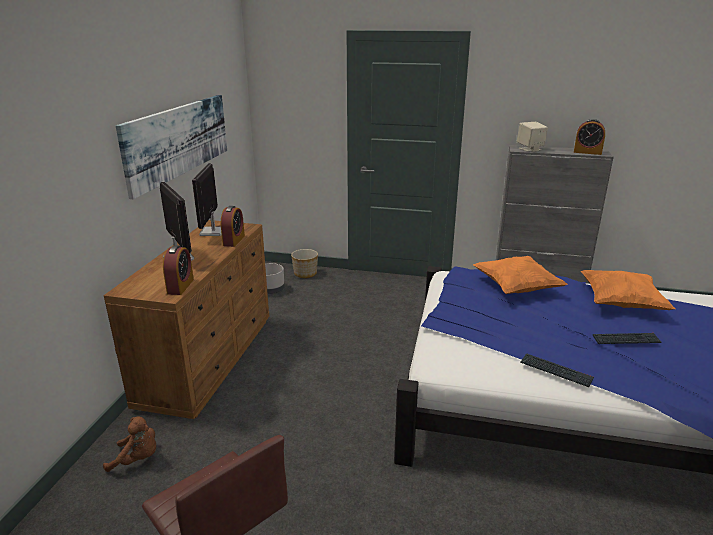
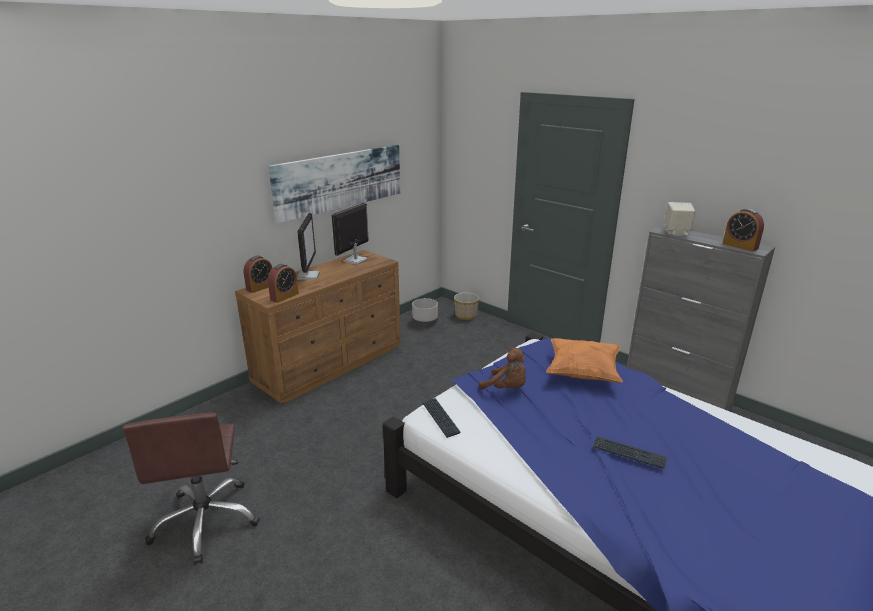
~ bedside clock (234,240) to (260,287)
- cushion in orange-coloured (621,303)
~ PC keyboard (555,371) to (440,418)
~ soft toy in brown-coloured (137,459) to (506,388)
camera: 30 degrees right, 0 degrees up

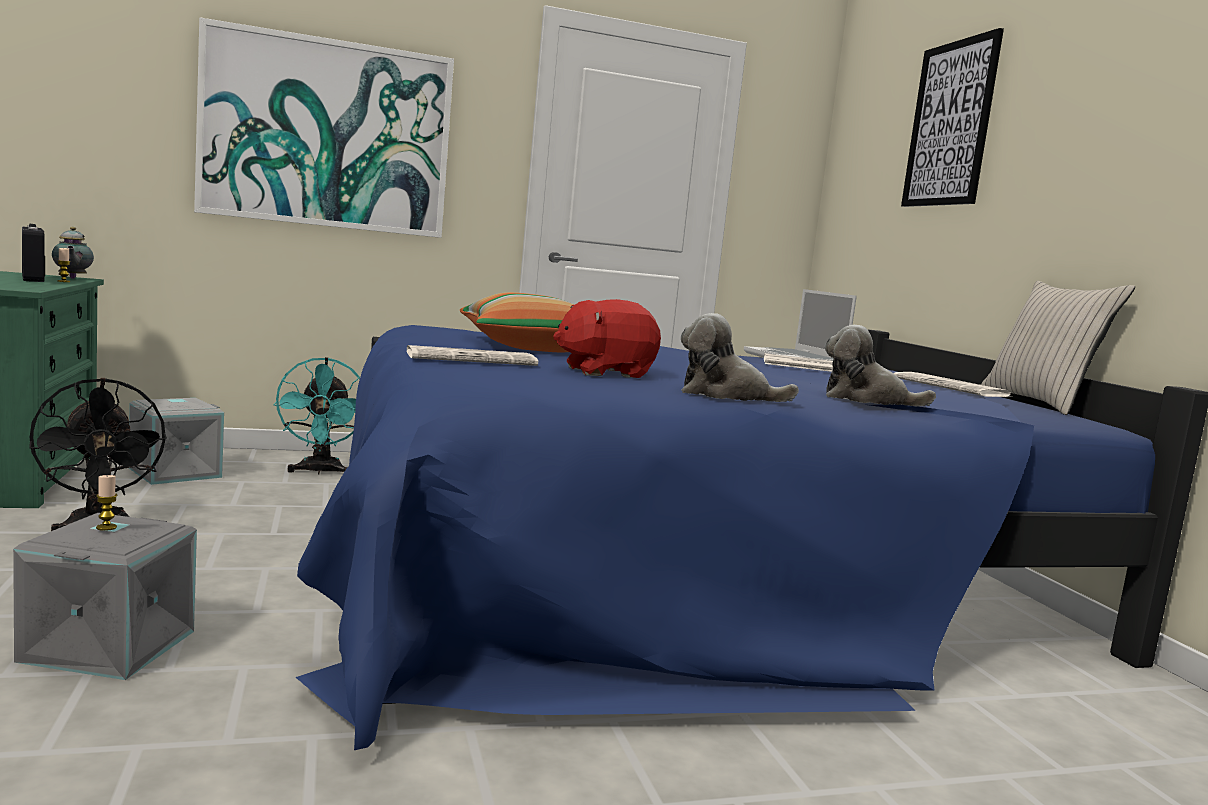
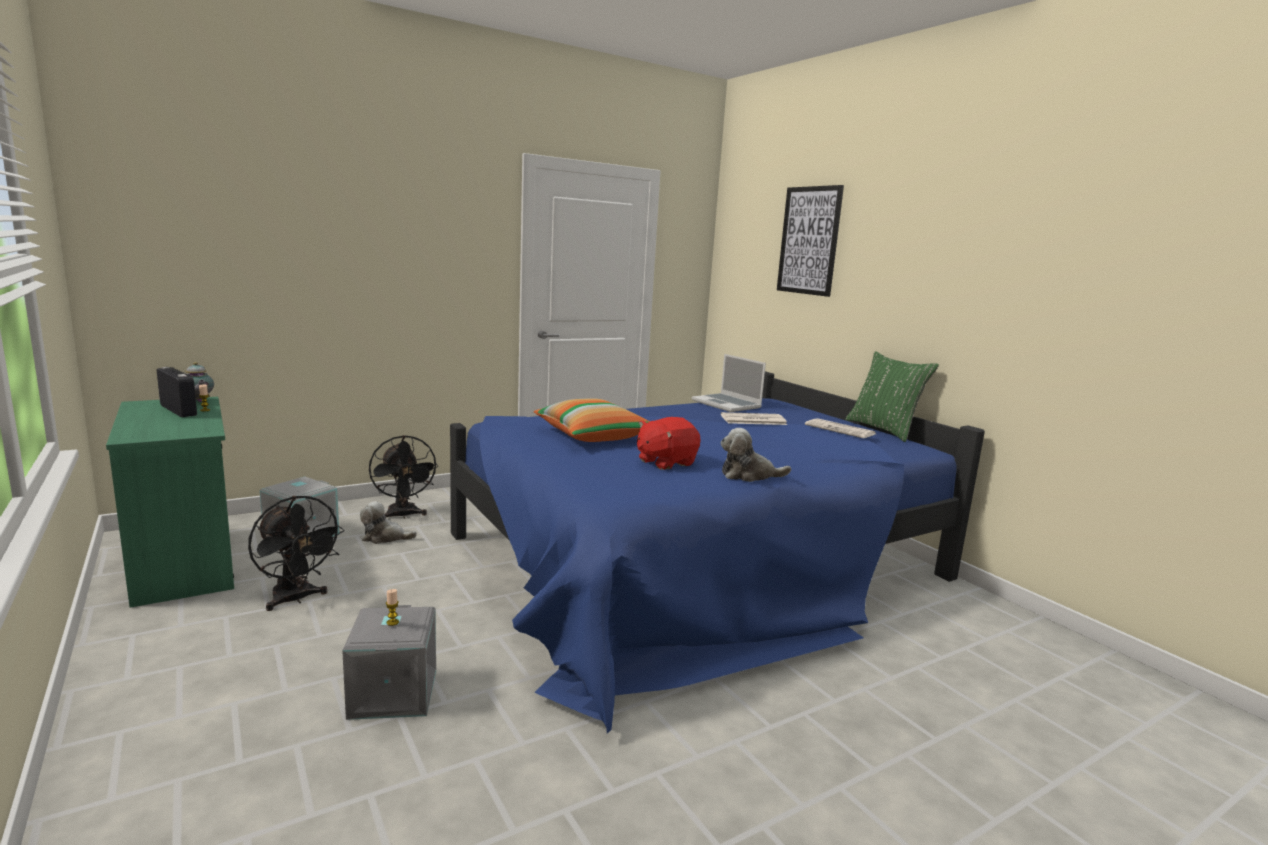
- wall art (327,134)
~ cushion in beige-coloured (1039,403) to cushion in greenish (884,430)
~ soft toy (866,400) to (385,537)
- printed paper (472,359)
~ electric fan in turquoise (319,472) to electric fan in blackish (403,515)
camera: 15 degrees left, 5 degrees up

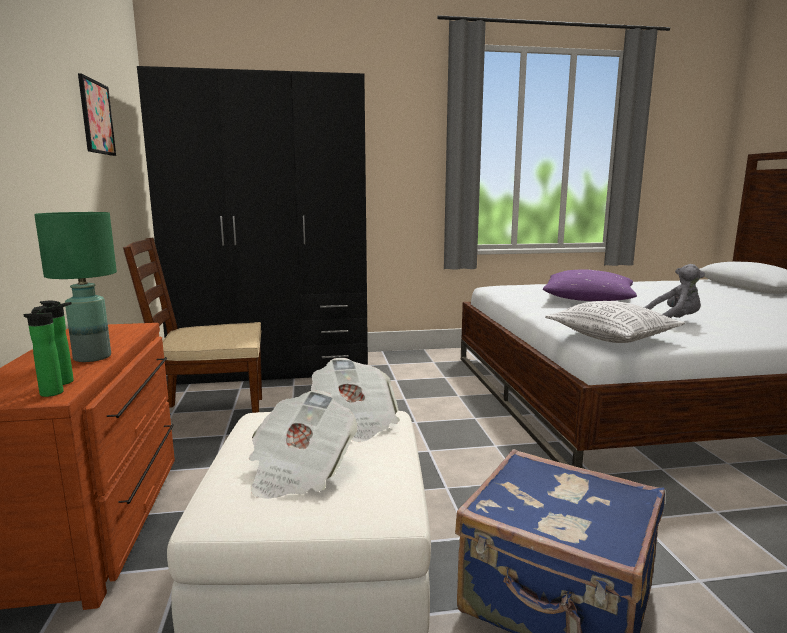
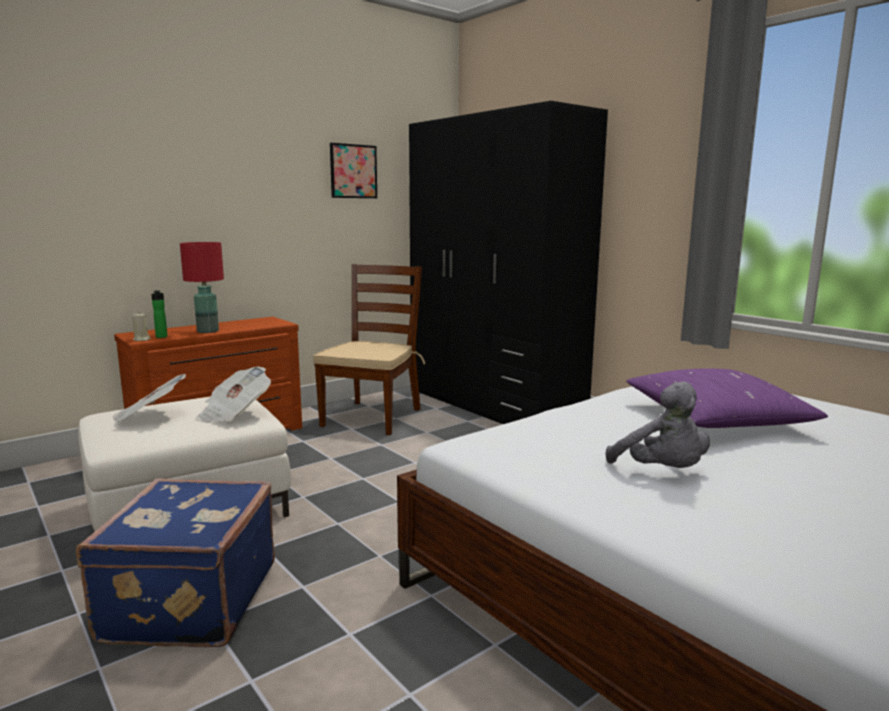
~ table lamp in greenish (93,357) to table lamp in red (208,331)
~ upright chair in brown-coloured (210,418) = (372,417) 60 degrees clockwise
- cushion (612,337)
~ drink bottle (50,394) to candle in beige-coloured (142,339)
camera: 60 degrees right, 0 degrees up

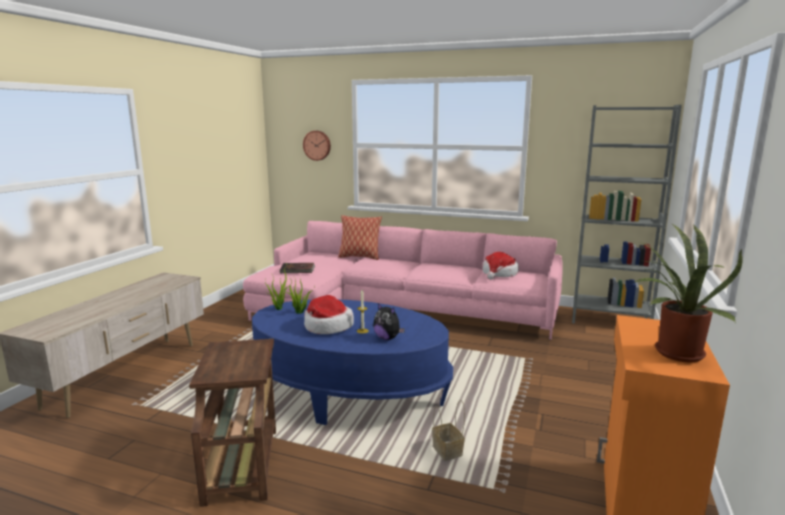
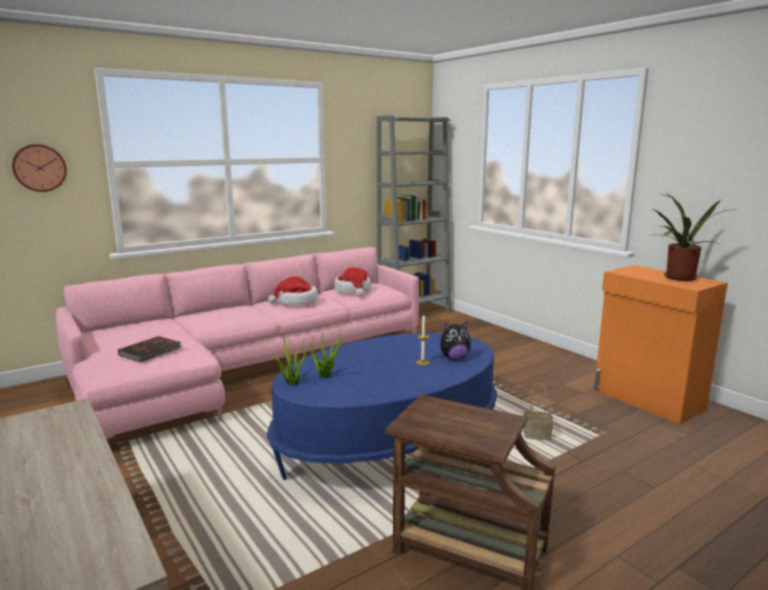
- cushion (359,257)
~ wearable hat (327,326) to (296,302)
camera: 55 degrees left, 0 degrees up

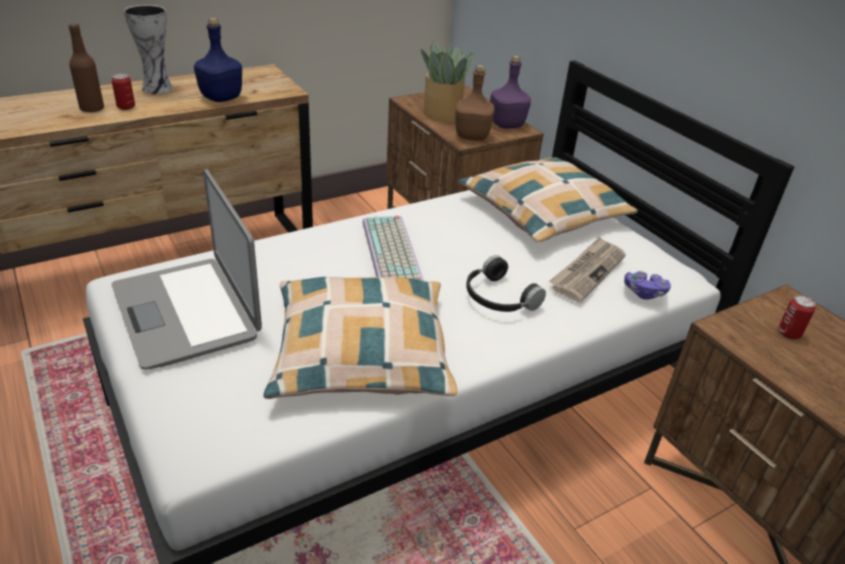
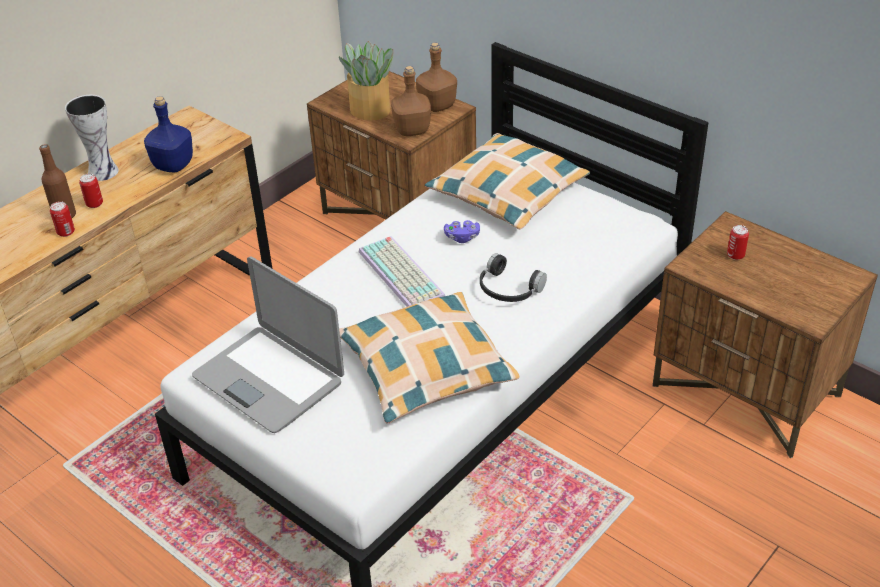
~ drink bottle in purple (507,124) to drink bottle in brown-coloured (438,105)
- printed paper (587,271)
~ joypad in purple (644,293) to (462,237)
+ can (66,232)
camera: 15 degrees left, 5 degrees up

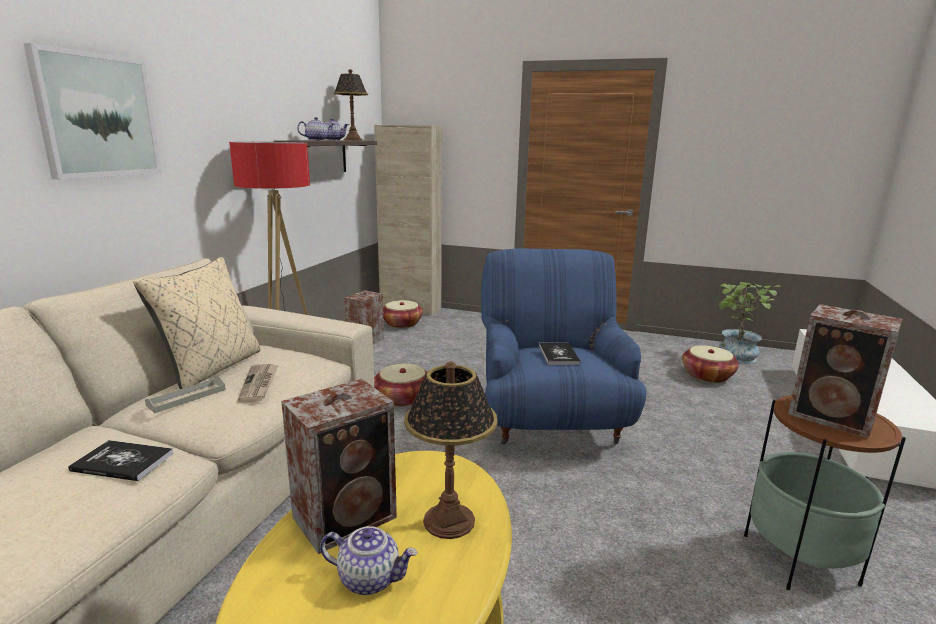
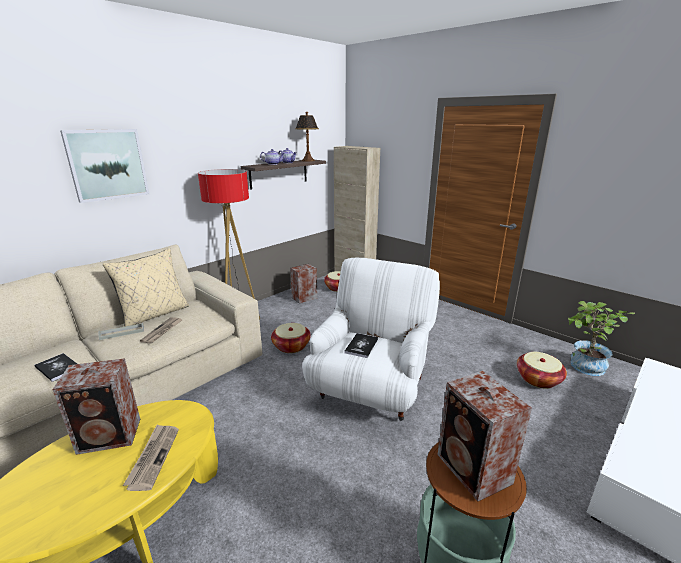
~ armchair in blue (550,420) to armchair in white-coloured (371,388)
~ table lamp (449,520) to printed paper (153,457)
- teapot (370,578)
camera: 25 degrees right, 5 degrees up

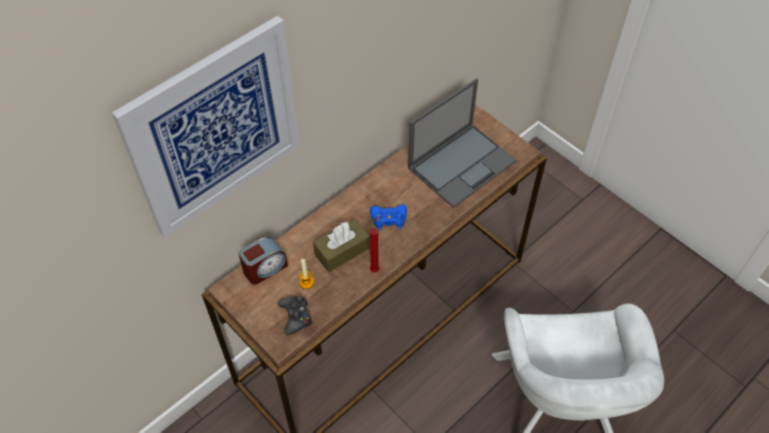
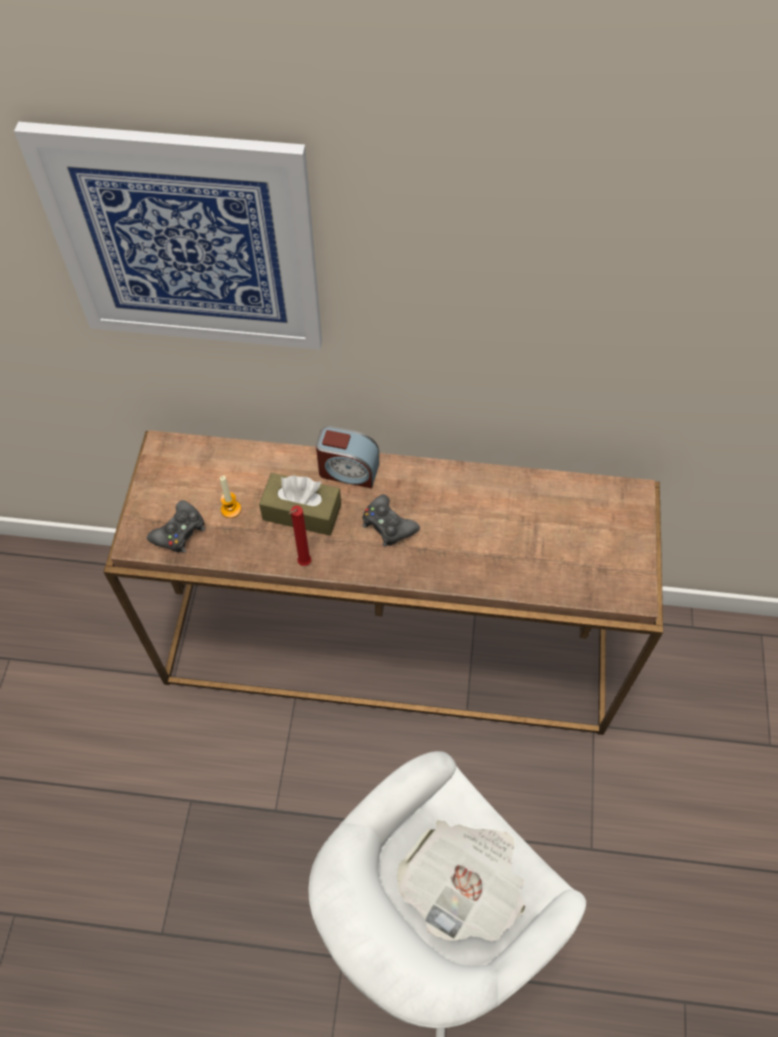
- portable computer (462,164)
~ joypad in blue (388,219) to joypad in blackish (388,525)
~ bedside clock (265,268) to (348,470)
+ printed paper (464,883)
camera: 50 degrees right, 5 degrees up

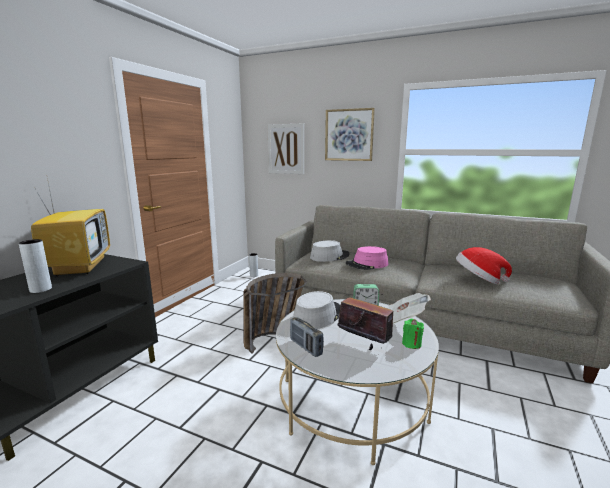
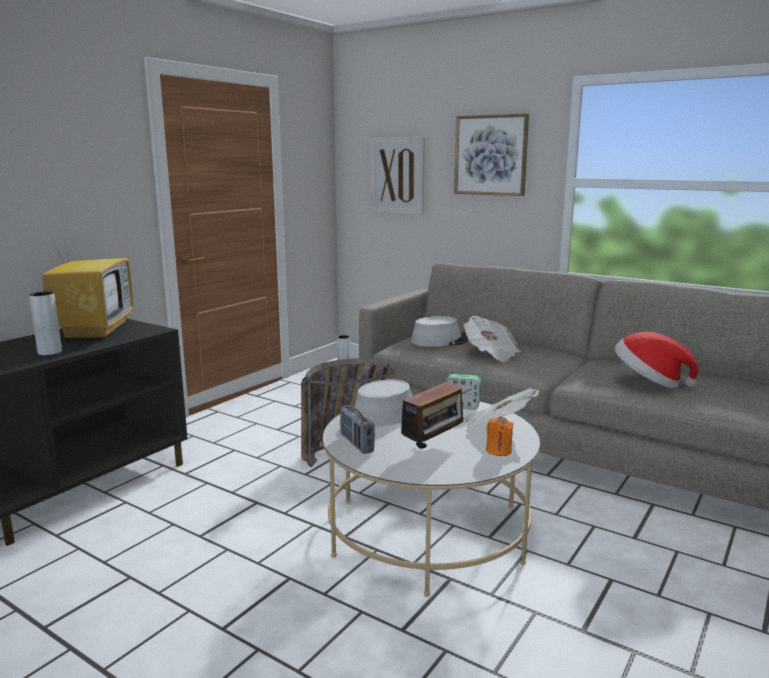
~ wearable hat in pink (367,264) to printed paper (491,353)
~ radio set (364,344) = (433,447) 90 degrees clockwise
~ candle in greenish (411,344) to candle in orange-coloured (498,451)
camera: 10 degrees right, 0 degrees up

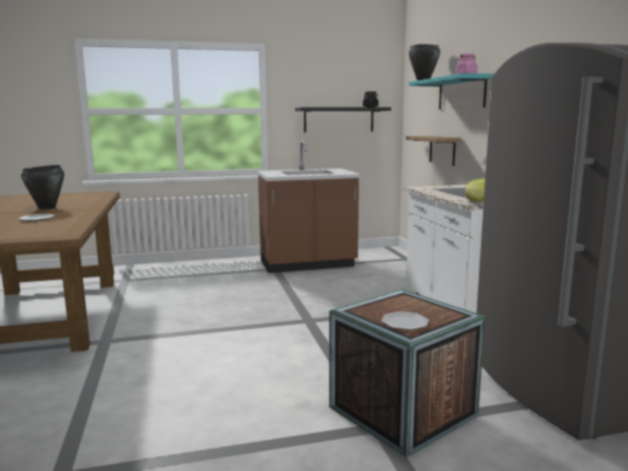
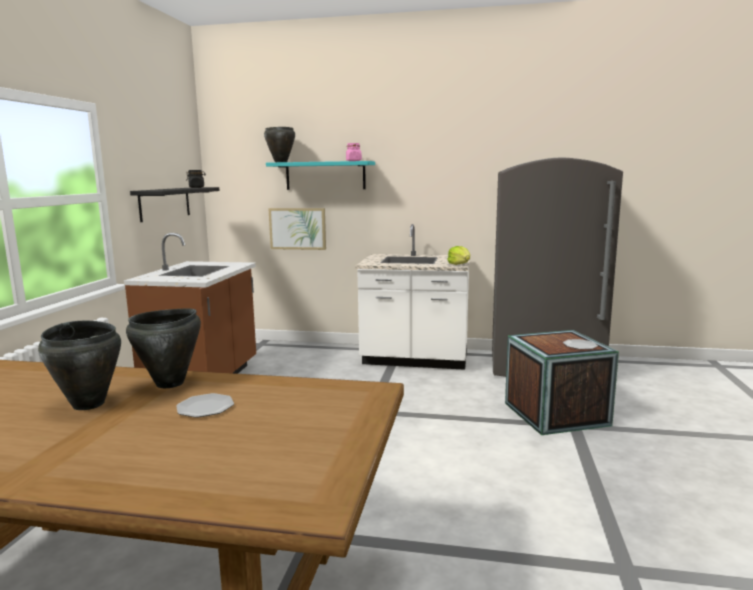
~ shelf (442,150) to wall art (297,228)
+ saucepot in blackish (170,383)
camera: 65 degrees left, 0 degrees up

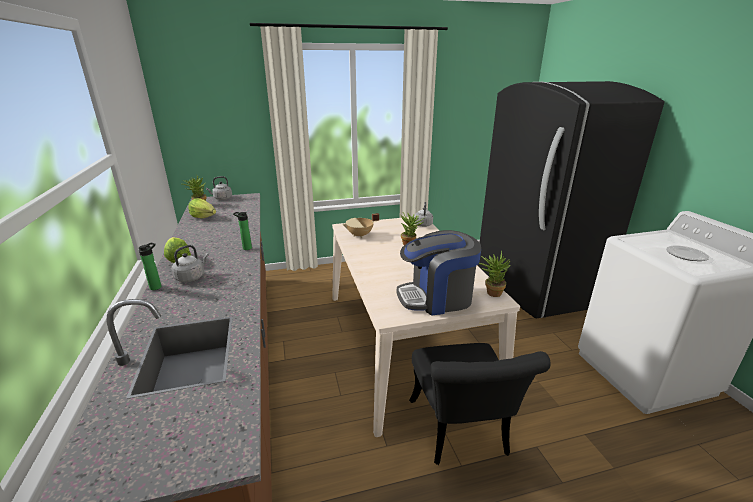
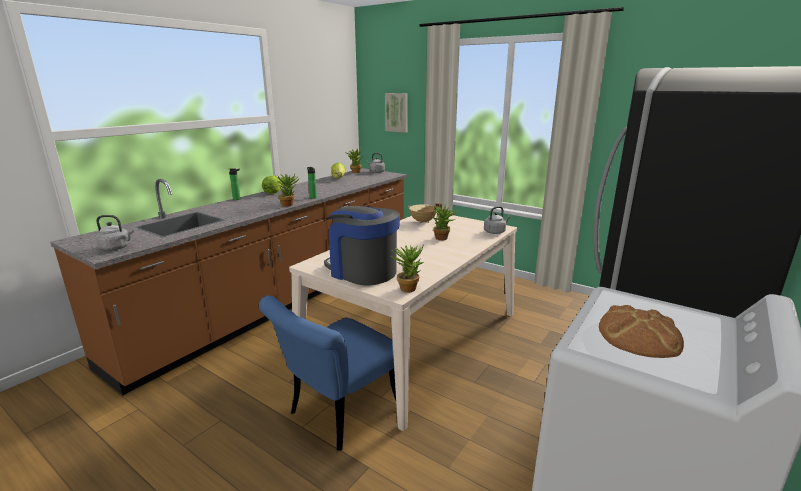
~ tea kettle in gray (192,277) to (117,248)
~ plate (685,255) to bakery bread (638,336)
~ upright chair in blackish (461,434) to upright chair in blue (337,414)
+ wall art (397,112)
+ plant in a pot (289,204)
camera: 50 degrees right, 5 degrees down

